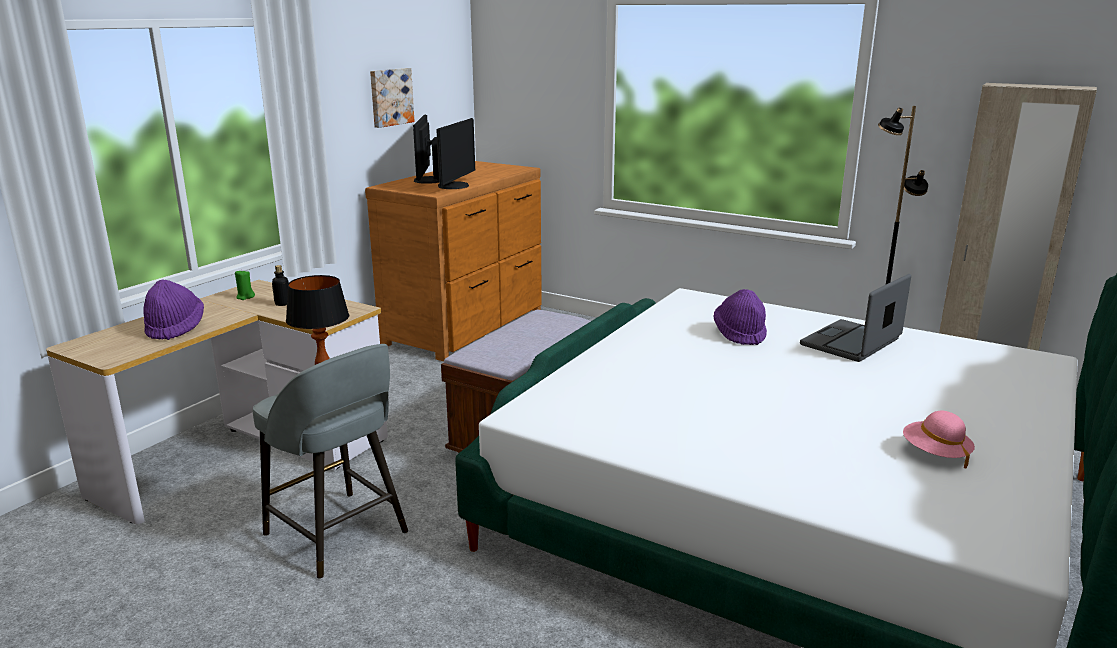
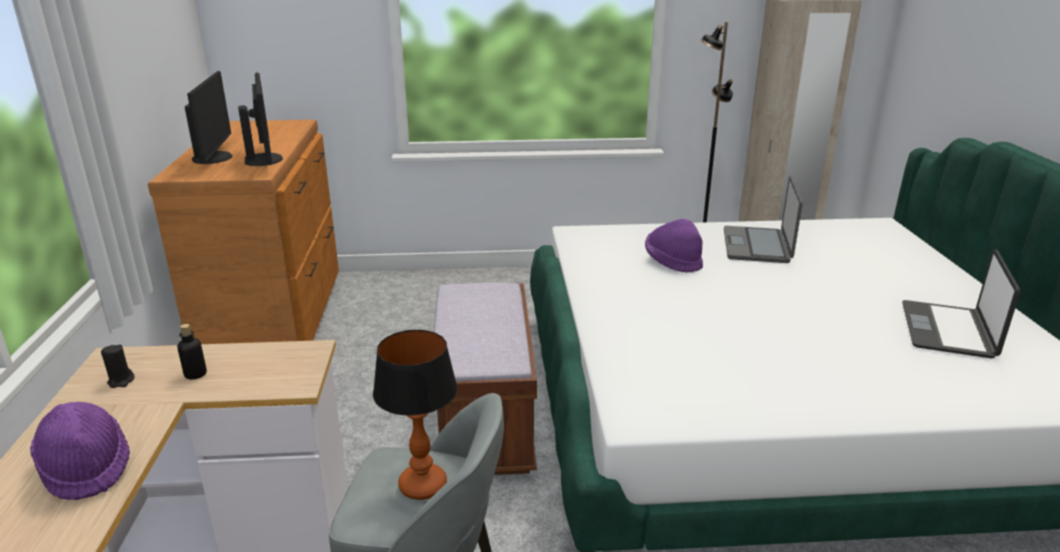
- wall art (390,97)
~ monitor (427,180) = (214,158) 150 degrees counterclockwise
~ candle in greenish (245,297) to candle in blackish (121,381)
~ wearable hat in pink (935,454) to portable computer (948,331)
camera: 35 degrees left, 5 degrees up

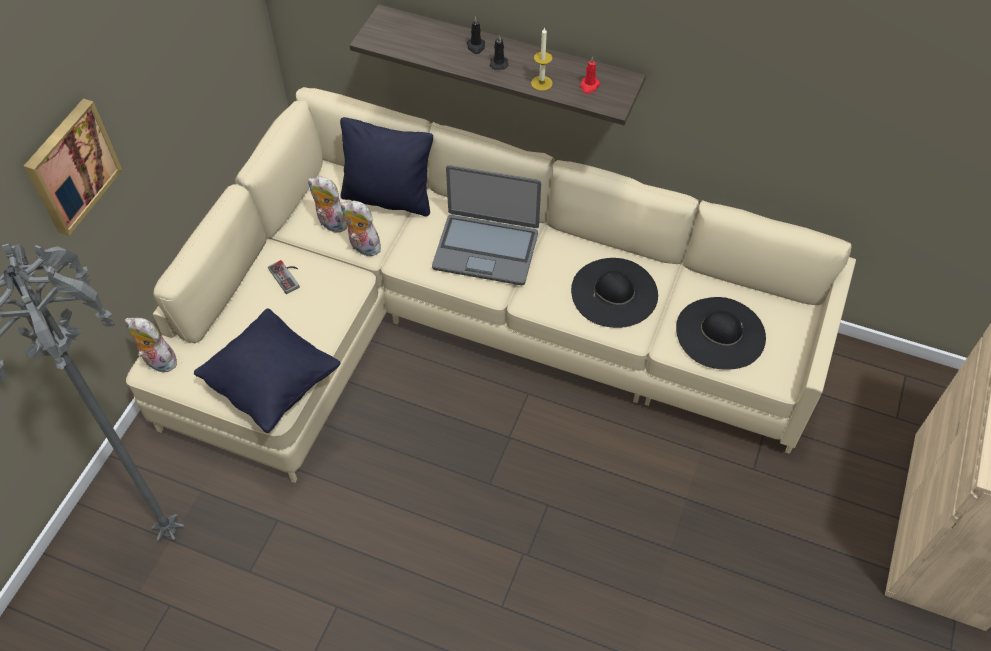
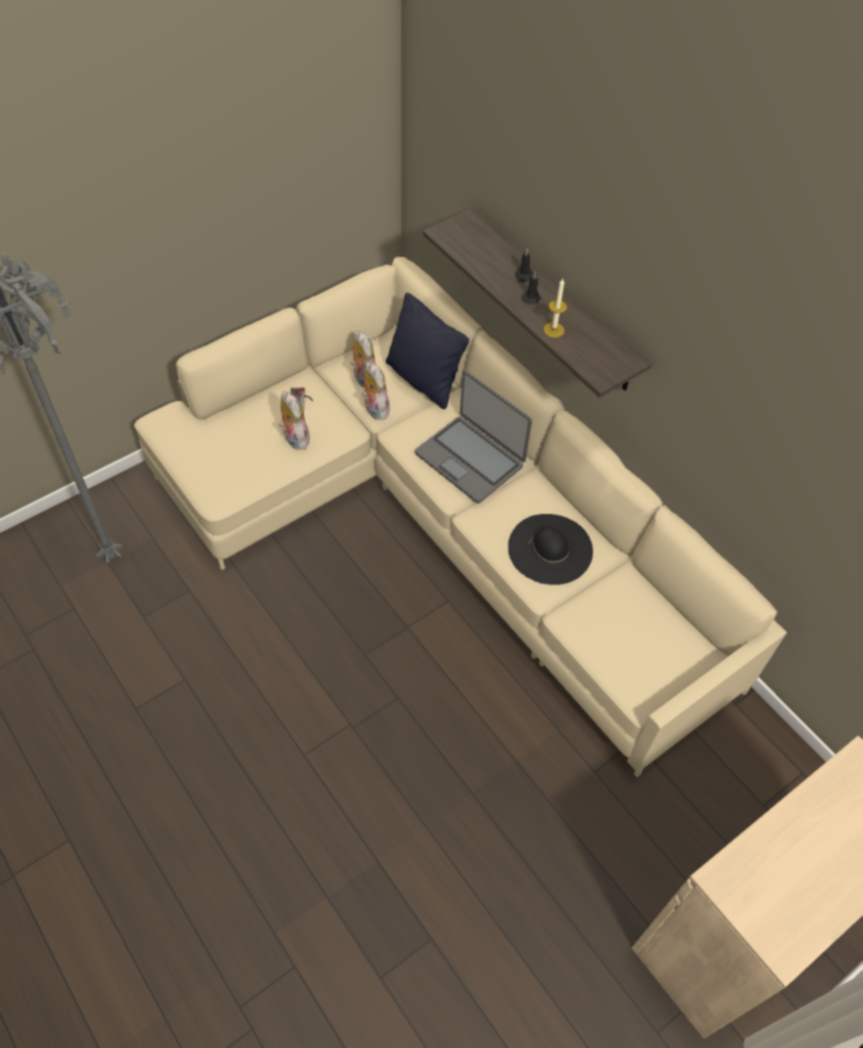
- candle in red (589,86)
- wall art (70,166)
- wearable hat in blackish (720,333)
- cushion in blackish (272,384)
~ soft toy (157,362) to (294,438)
camera: 30 degrees right, 0 degrees up

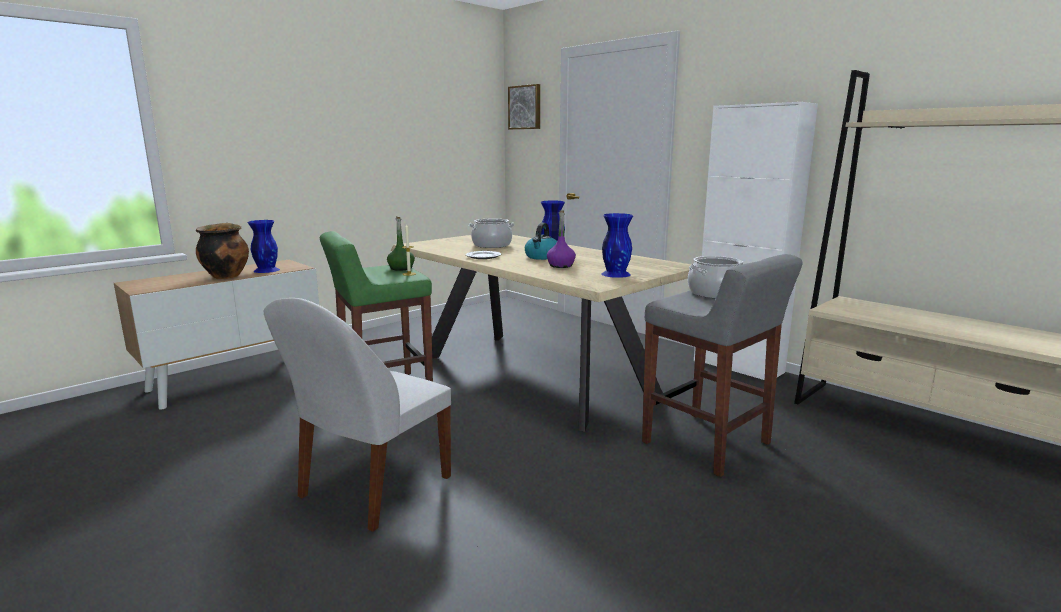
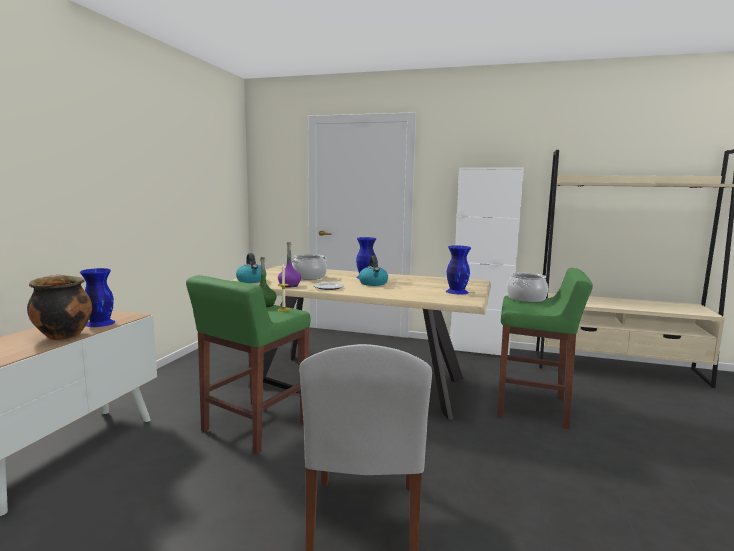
- wall art (525,107)
~ drink bottle in purple (560,266) to (289,285)
~ sitting stool in gray (707,444) to sitting stool in greenish (533,407)
+ tea kettle (251,281)
camera: 30 degrees left, 5 degrees down

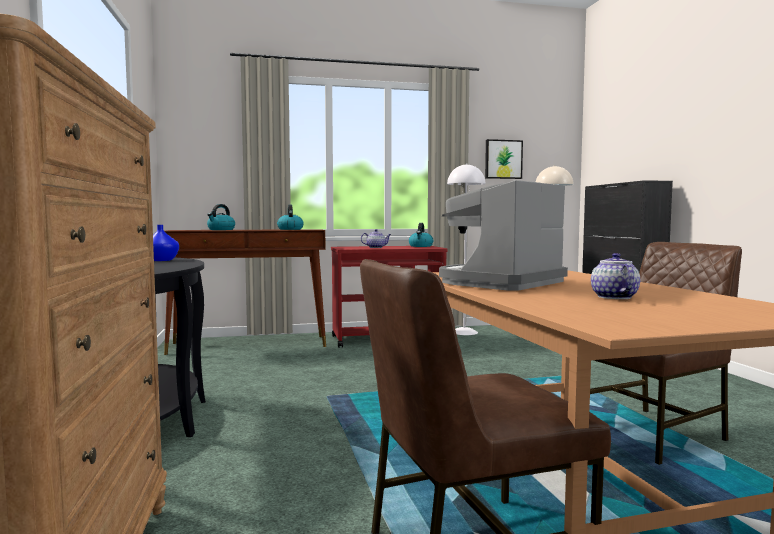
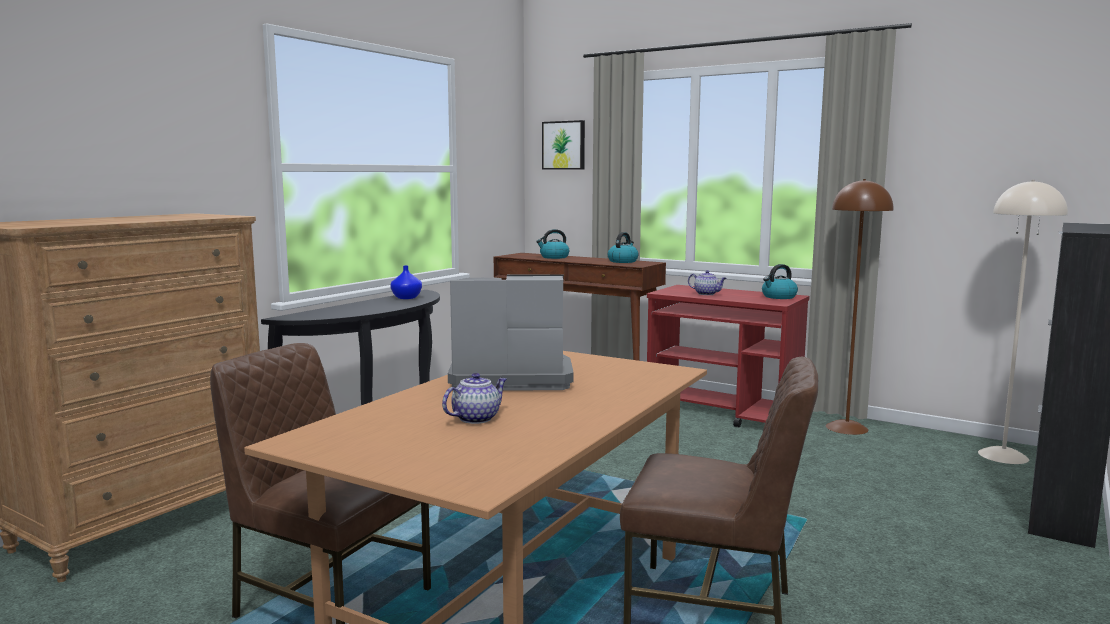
~ wall art (503,159) to (564,145)
~ standard lamp in white-coloured (464,332) to standard lamp in brown-coloured (847,428)
camera: 45 degrees right, 5 degrees up

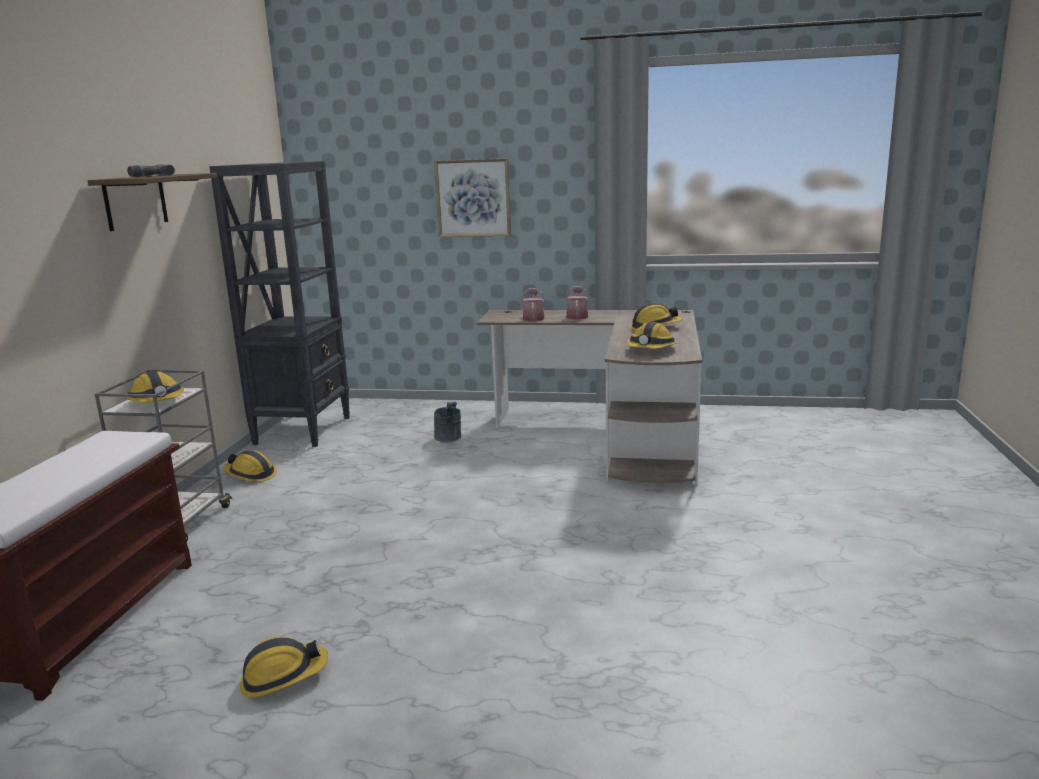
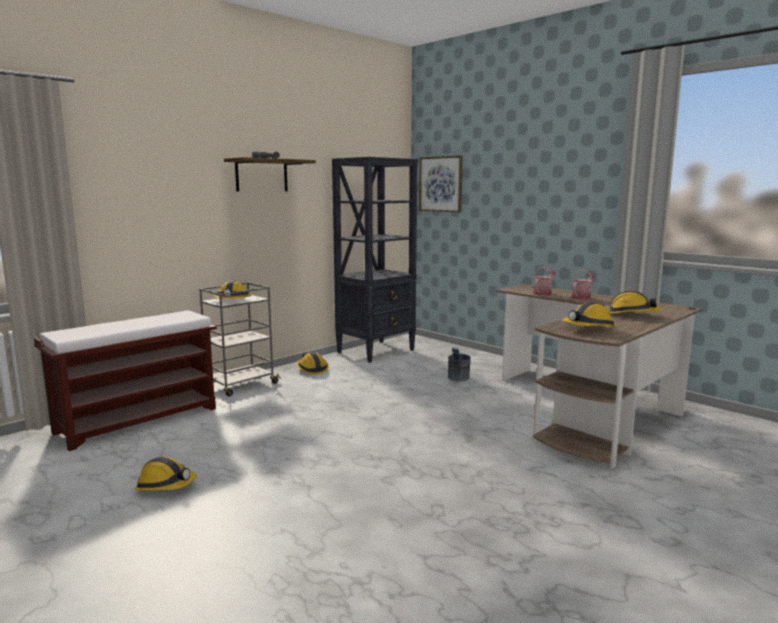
~ wall art (473,198) to (440,184)
camera: 35 degrees right, 5 degrees down

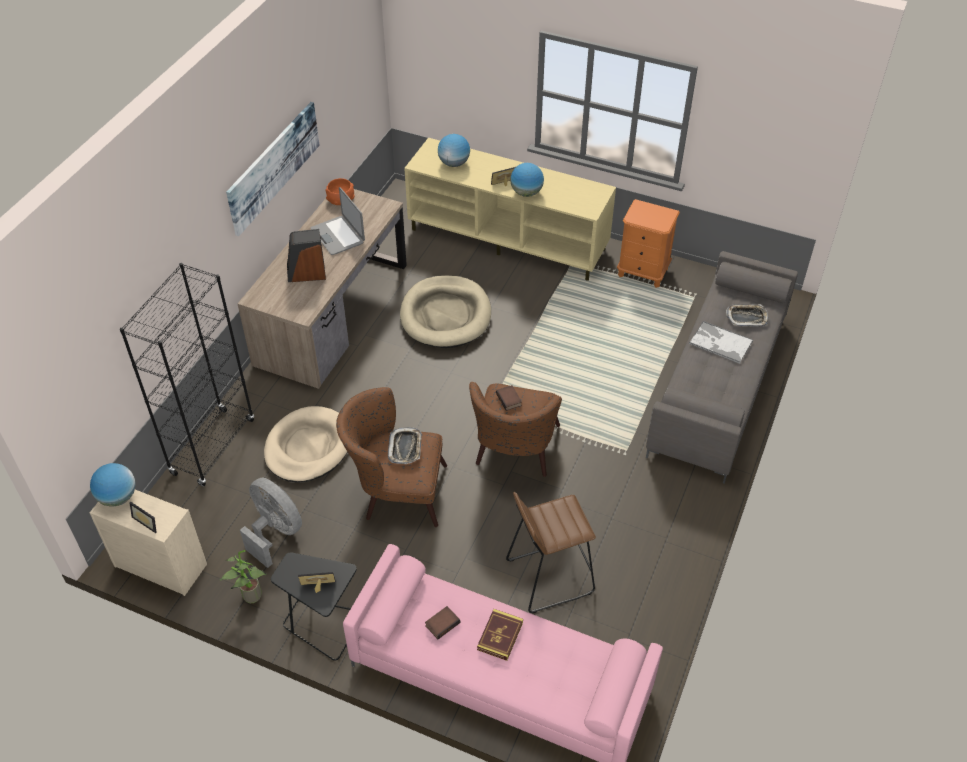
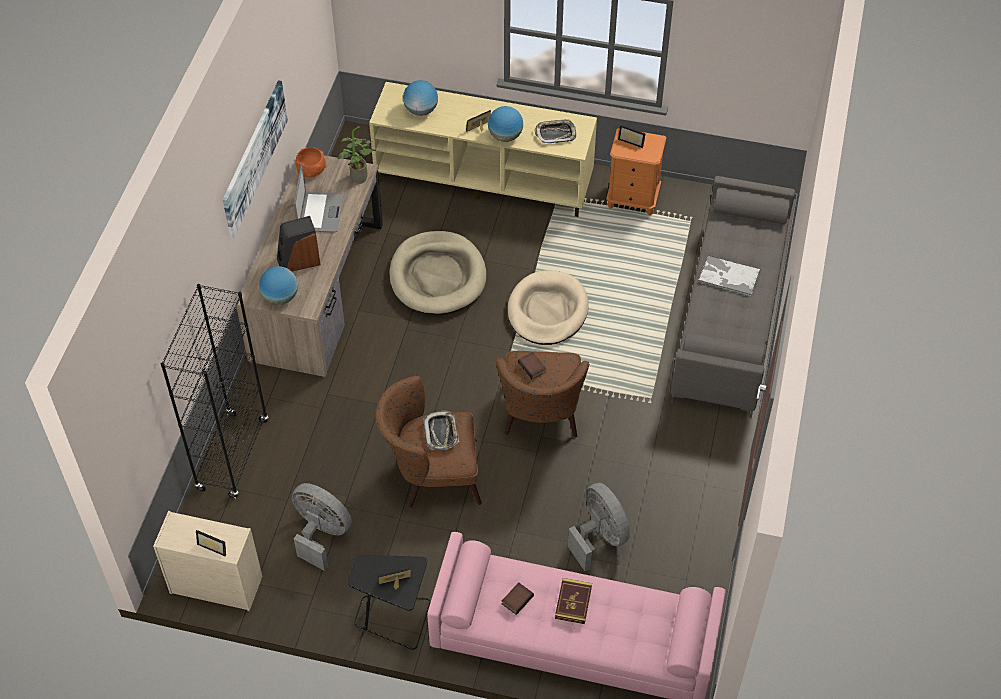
~ portable computer (338,236) = (320,213) 135 degrees counterclockwise
~ serving tray (746,317) to (555,133)
~ pet bed in beige-coloured (308,447) to (547,311)
~ globe (118,497) to (280,297)
~ sitting stool in brown-coloured (548,576) to electric fan in gray (599,537)
~ plant in a pot (250,598) to (358,180)
+ picture frame (632,140)
camera: 10 degrees left, 5 degrees up

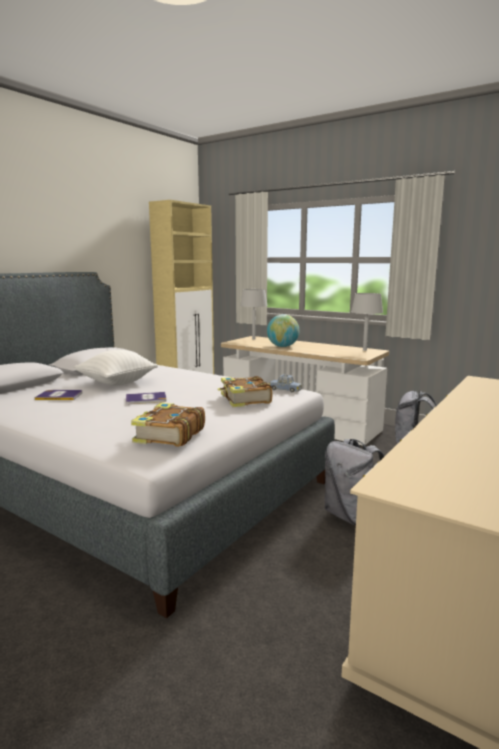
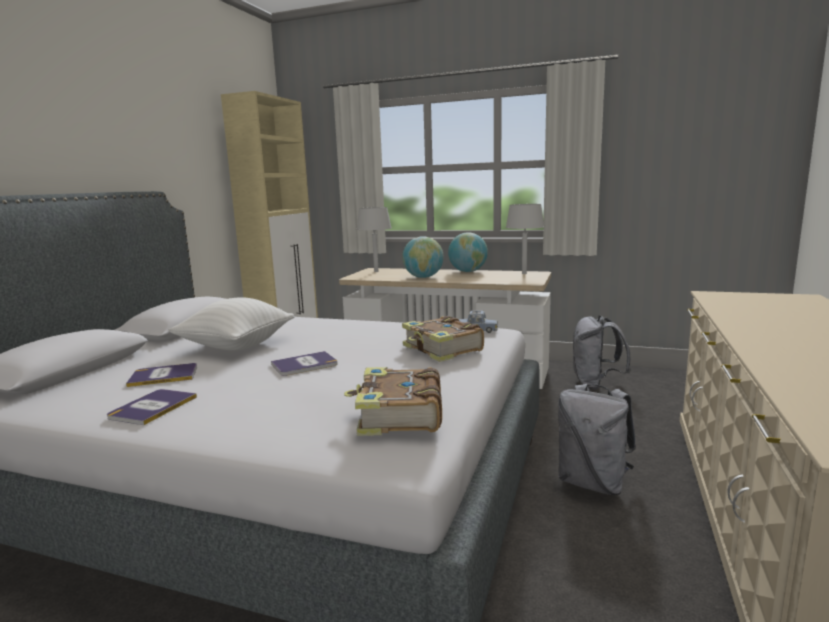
+ globe (468,271)
+ bound book (152,407)
camera: 15 degrees left, 0 degrees up

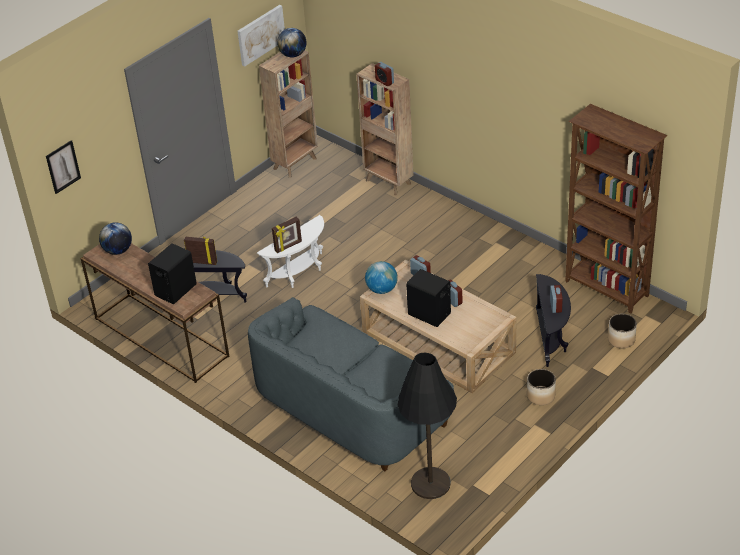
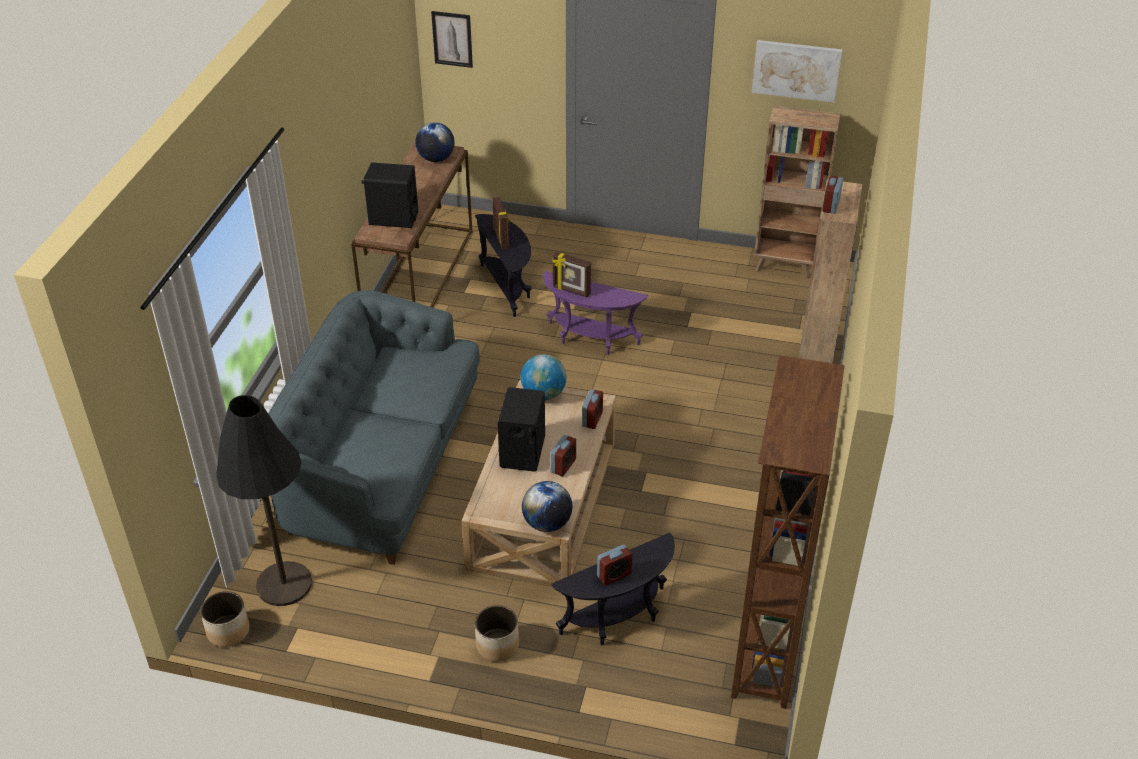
~ globe (293,55) to (547,523)
~ accent table in white-coloured (299,274) to accent table in purple (590,340)
~ plant pot (621,340) to (227,631)
camera: 60 degrees right, 0 degrees up

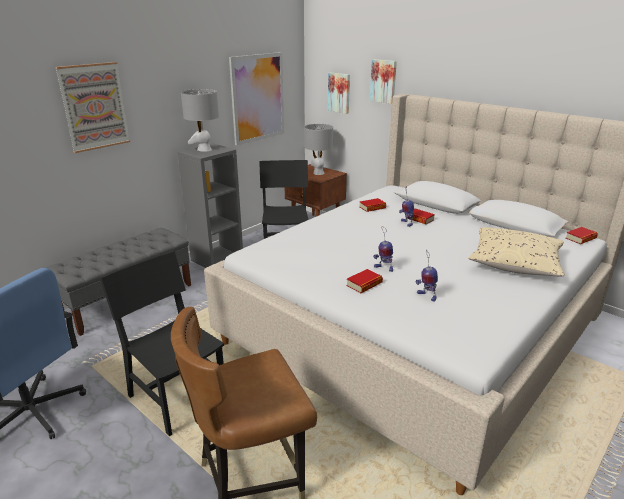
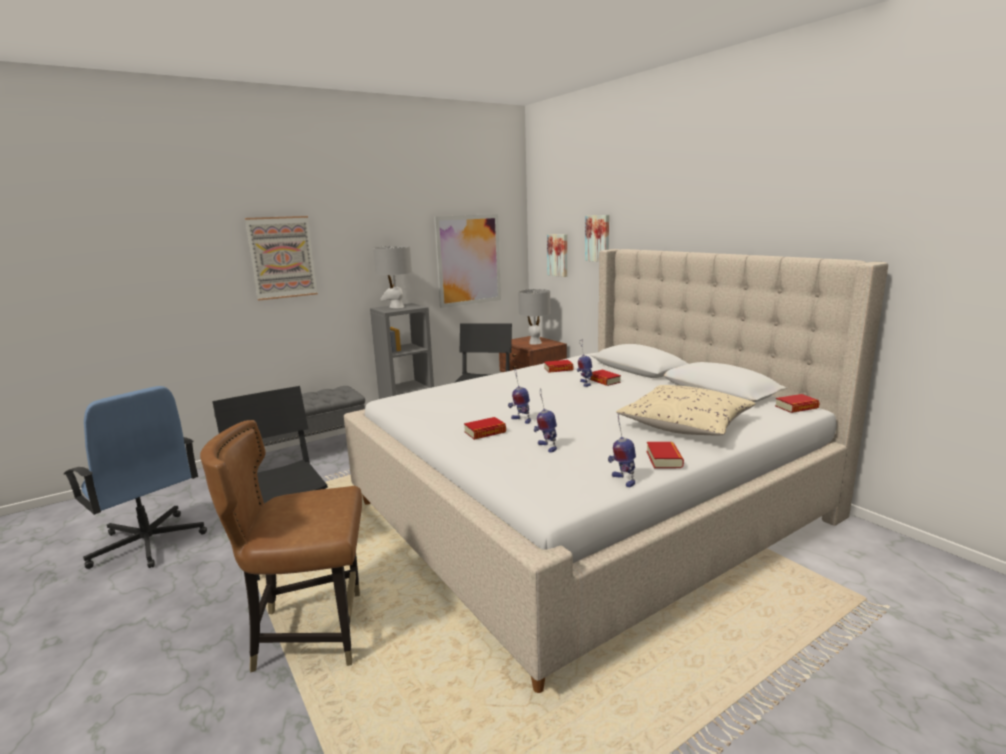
+ toy robot (622,480)
+ bound book (664,459)
camera: 15 degrees right, 10 degrees down

